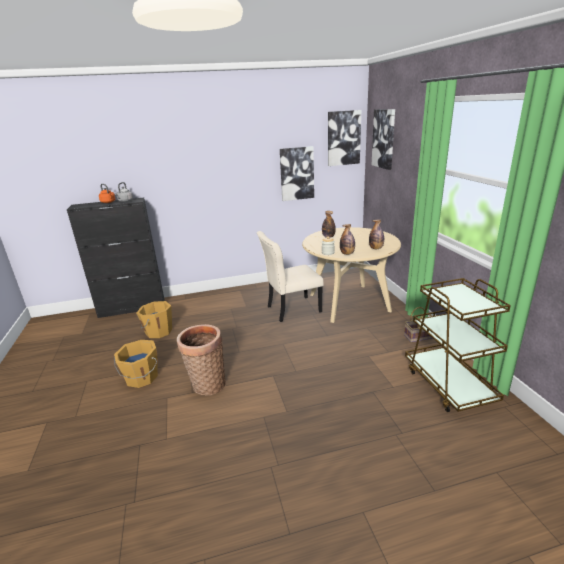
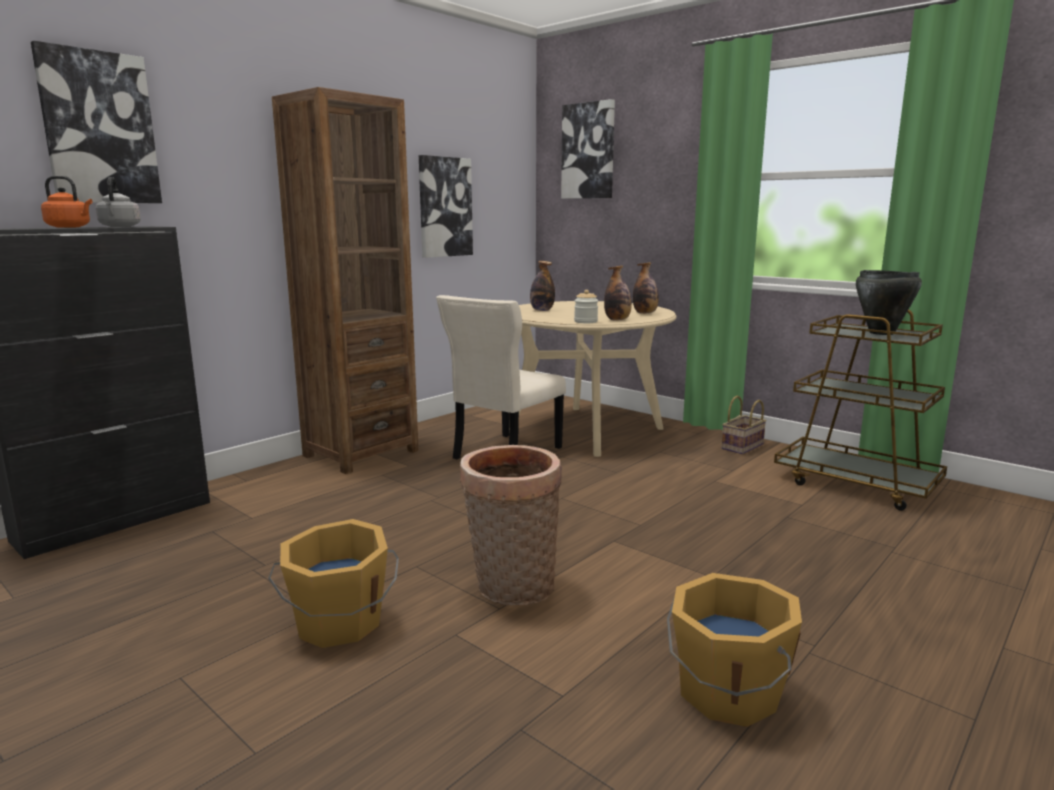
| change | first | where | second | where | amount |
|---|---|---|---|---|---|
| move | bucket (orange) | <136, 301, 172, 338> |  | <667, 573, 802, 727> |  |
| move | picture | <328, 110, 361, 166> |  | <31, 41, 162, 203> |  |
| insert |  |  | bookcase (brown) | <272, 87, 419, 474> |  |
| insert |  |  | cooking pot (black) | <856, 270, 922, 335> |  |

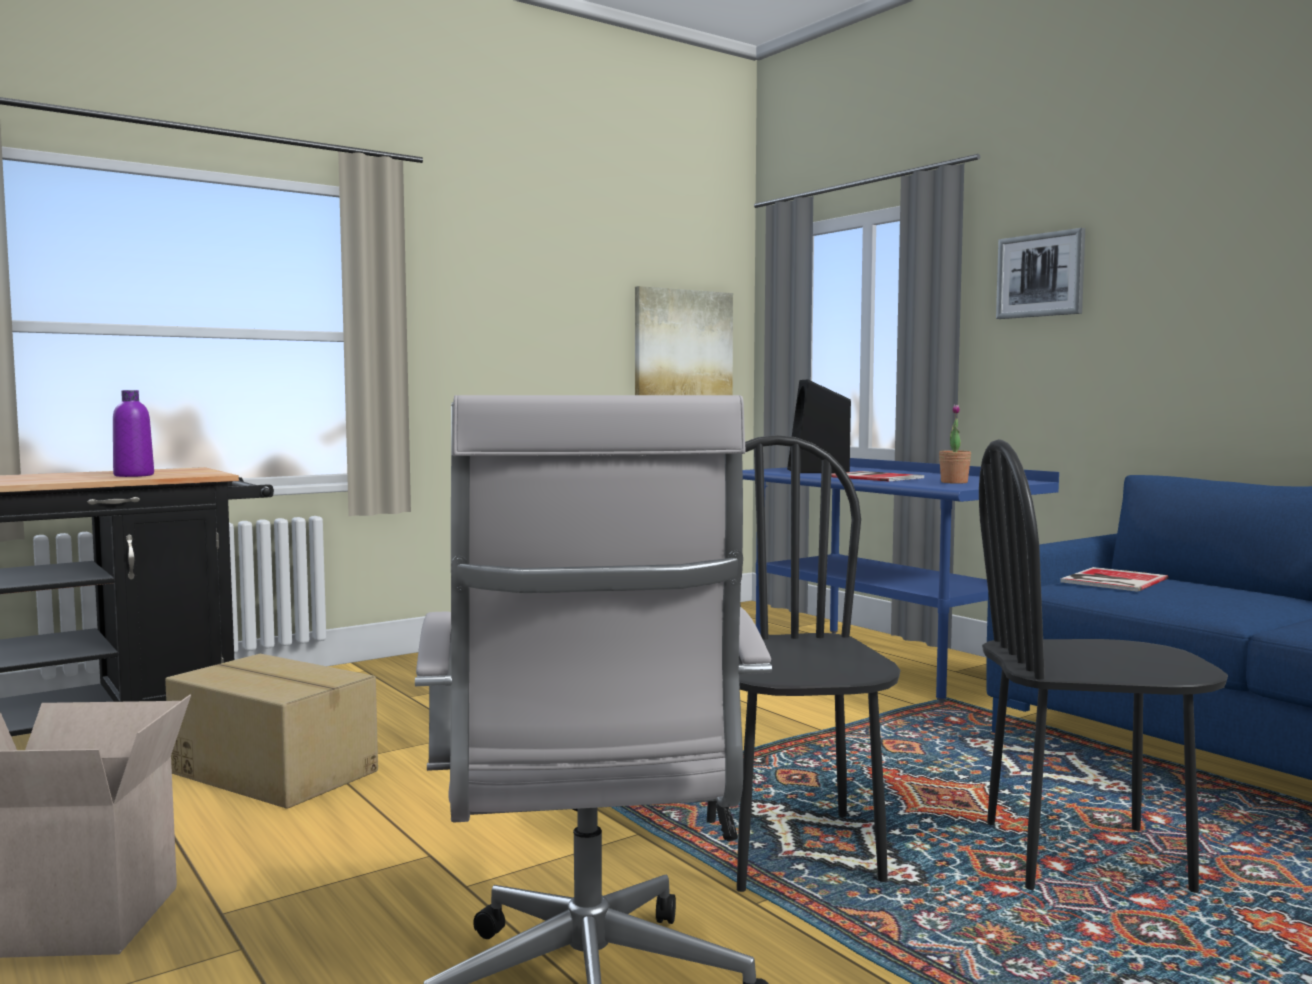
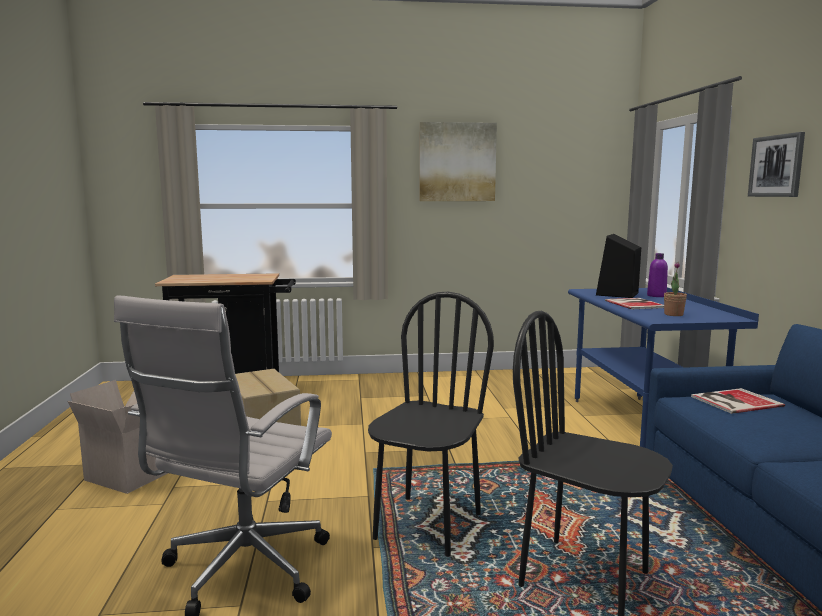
| change | first | where | second | where | amount |
|---|---|---|---|---|---|
| move | bottle (purple) | <113, 390, 154, 477> |  | <647, 253, 668, 297> |  |
| move | picture | <635, 286, 733, 395> |  | <419, 122, 497, 201> |  |

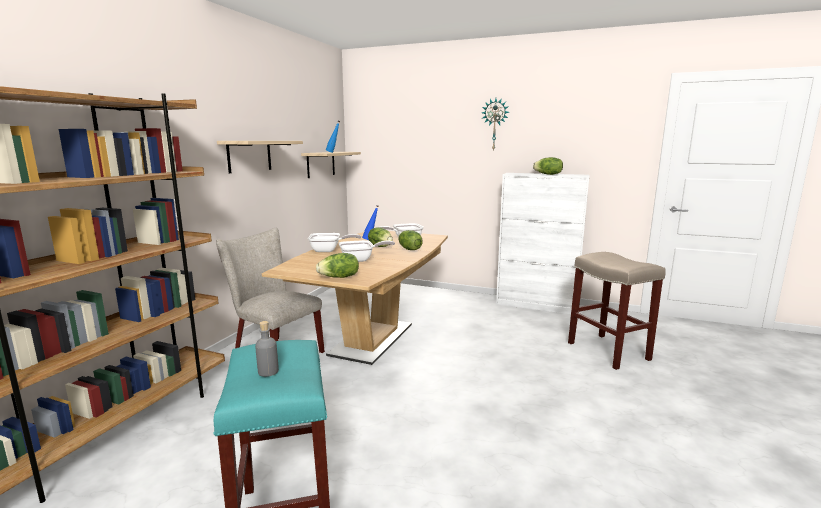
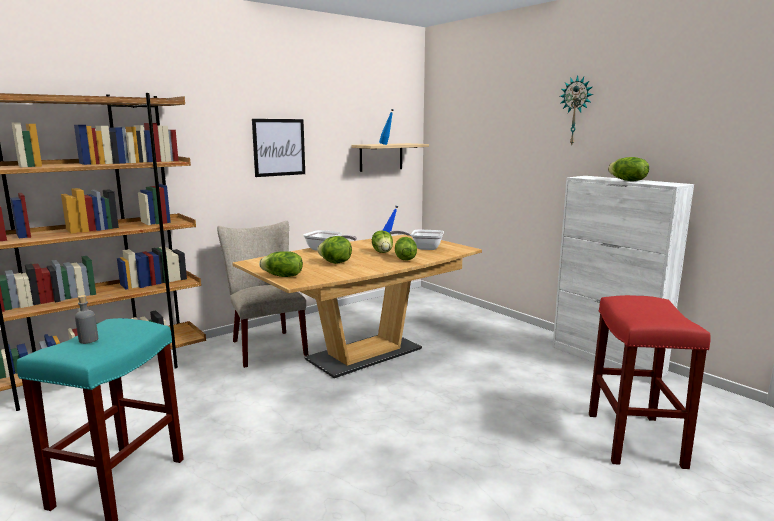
| change | first | where | second | where | amount |
|---|---|---|---|---|---|
| replace | shelf | <217, 141, 303, 173> | picture | <252, 119, 305, 177> |  |
| replace | frying pan | <338, 240, 395, 262> | lettuce | <317, 236, 352, 264> |  |
| recolor | stool (beige) | <568, 252, 666, 370> | stool (red) | <589, 295, 711, 469> |  |

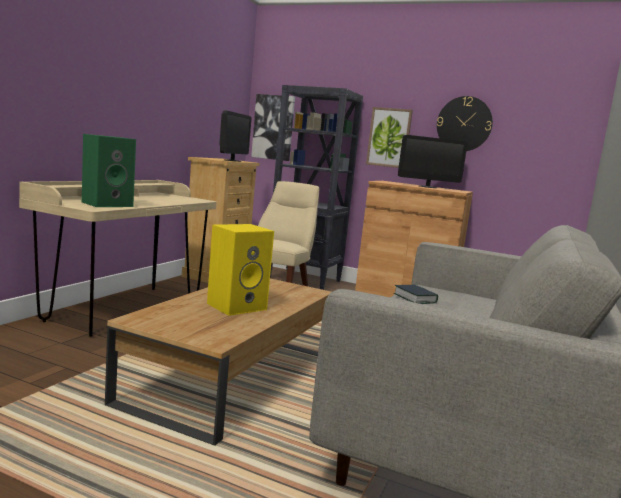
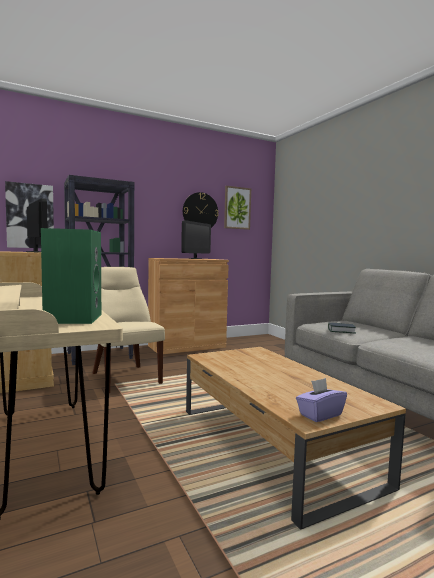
| change | first | where | second | where | amount |
|---|---|---|---|---|---|
| delete | speaker (yellow) | <207, 224, 274, 316> |  |  |  |
| move | picture | <366, 107, 413, 168> |  | <224, 186, 251, 230> |  |
| insert |  |  | tissue box (purple) | <296, 378, 347, 422> |  |

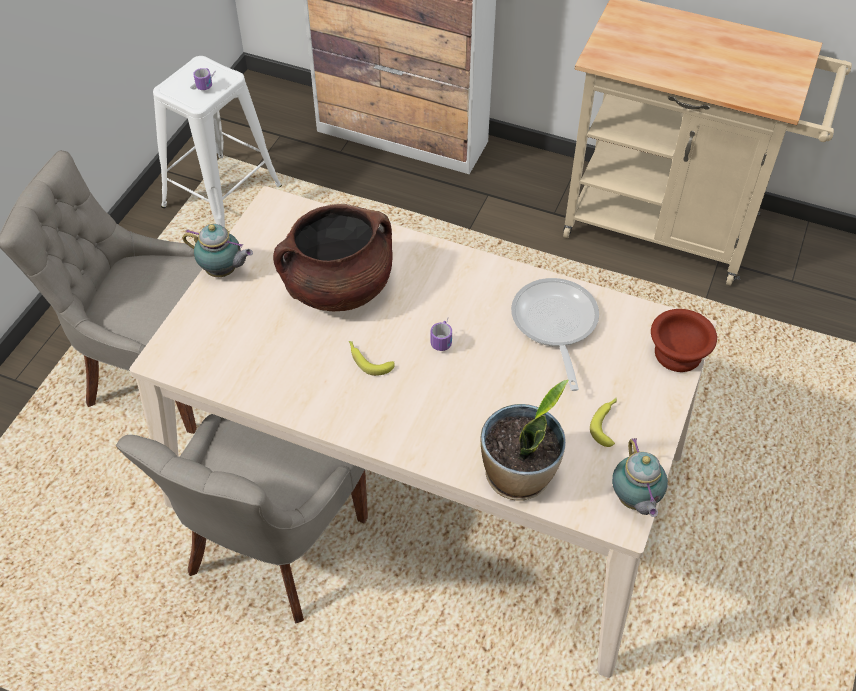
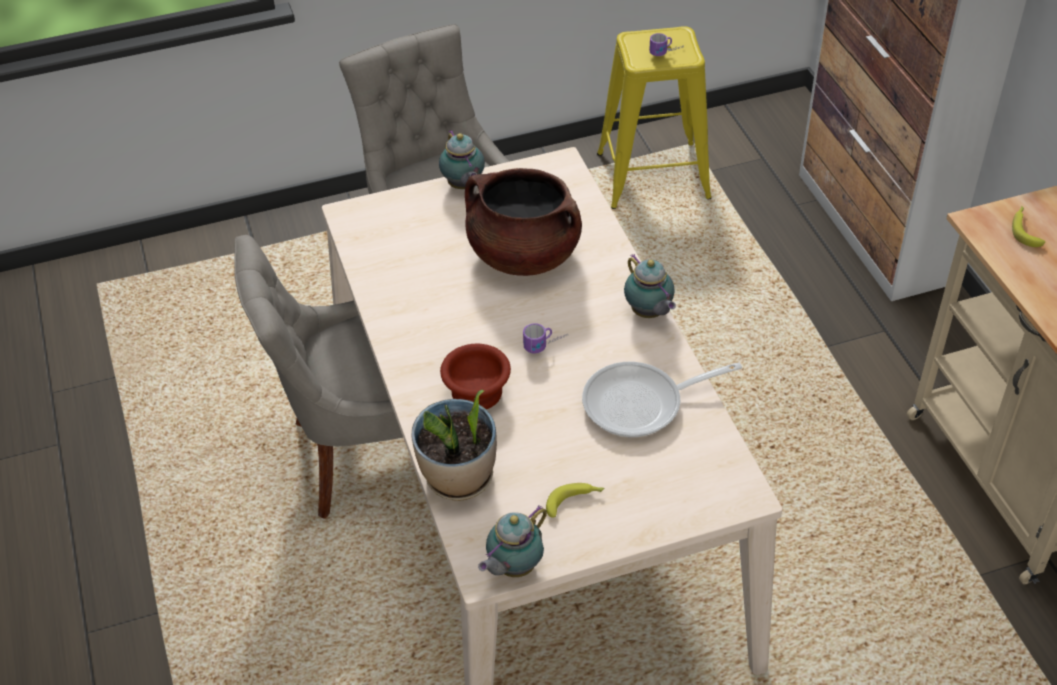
| change | first | where | second | where | amount |
|---|---|---|---|---|---|
| recolor | stool (white) | <153, 56, 282, 228> | stool (yellow) | <597, 26, 711, 209> |  |
| move | banana | <349, 341, 395, 376> |  | <1012, 206, 1046, 247> |  |
| rotate | frying pan | <511, 278, 599, 391> |  | <582, 362, 742, 437> | 150 degrees counterclockwise |
| move | bowl (brown) | <651, 309, 717, 372> |  | <440, 344, 511, 409> |  |
| insert |  |  | teapot | <624, 254, 676, 318> |  |

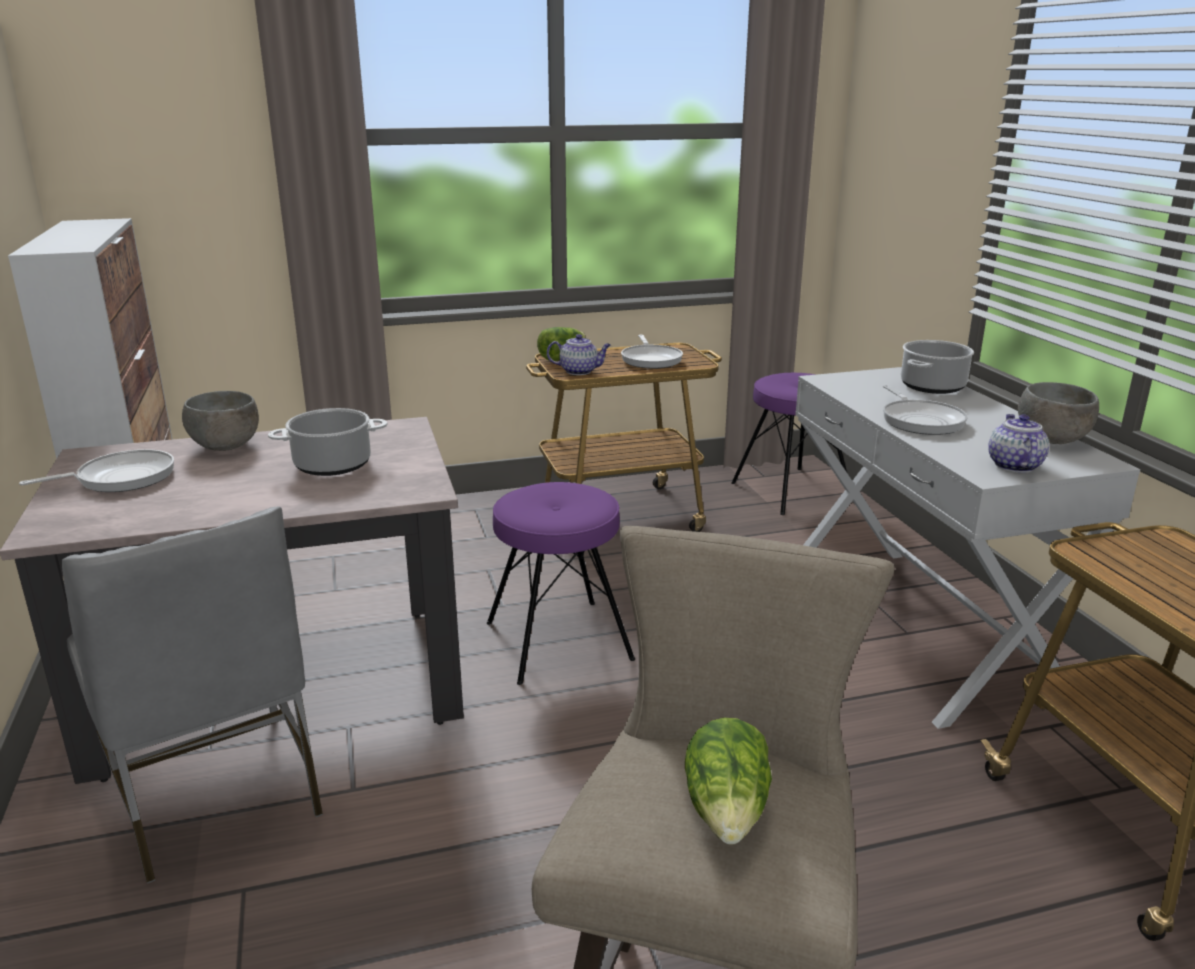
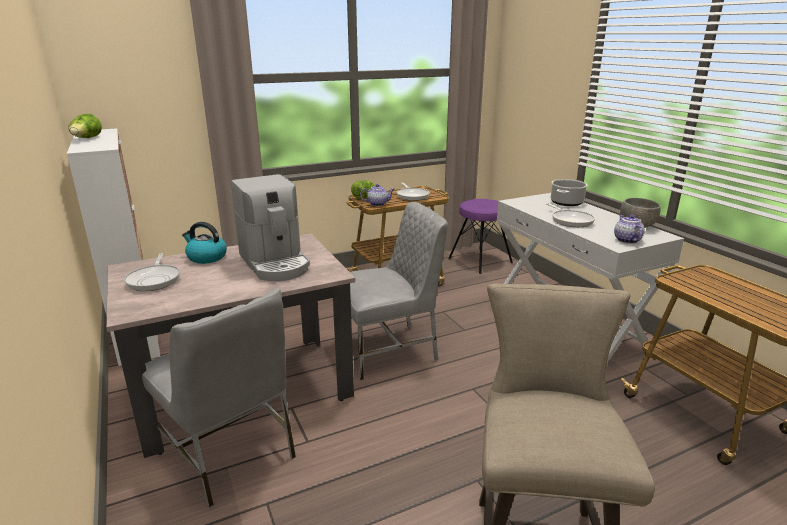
| change | first | where | second | where | amount |
|---|---|---|---|---|---|
| rotate | frying pan | <19, 449, 174, 492> |  | <124, 253, 180, 291> | 120 degrees clockwise |
| replace | bowl (grey) | <182, 391, 259, 451> | kettle | <182, 222, 227, 264> |  |
| replace | cooking pot | <268, 408, 387, 476> | coffee machine | <231, 174, 310, 281> |  |
| replace | stool (purple) | <487, 482, 635, 685> | chair (grey) | <350, 202, 448, 381> |  |
| move | lettuce | <685, 718, 772, 845> |  | <69, 114, 102, 138> |  |

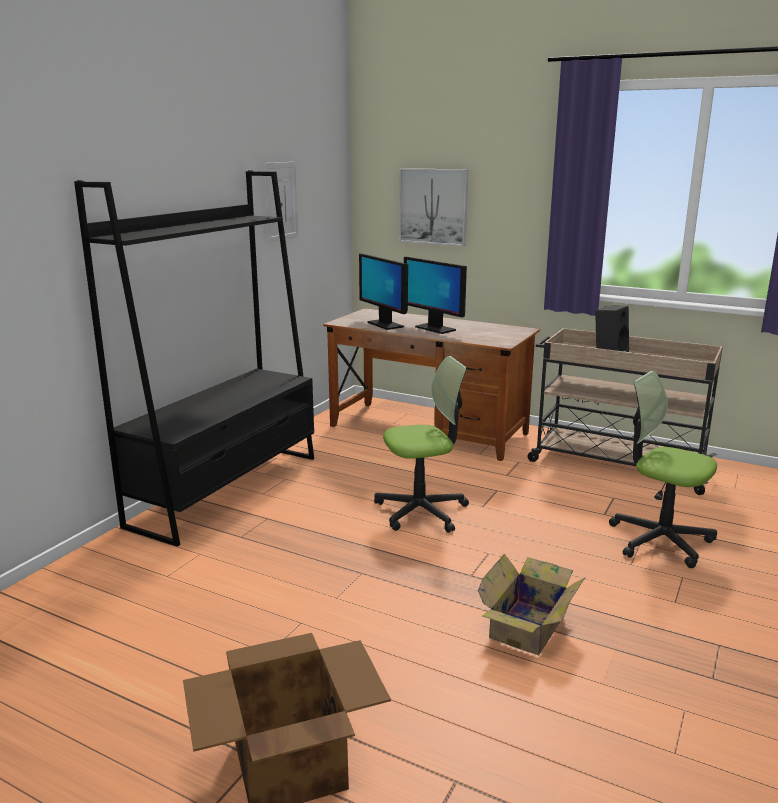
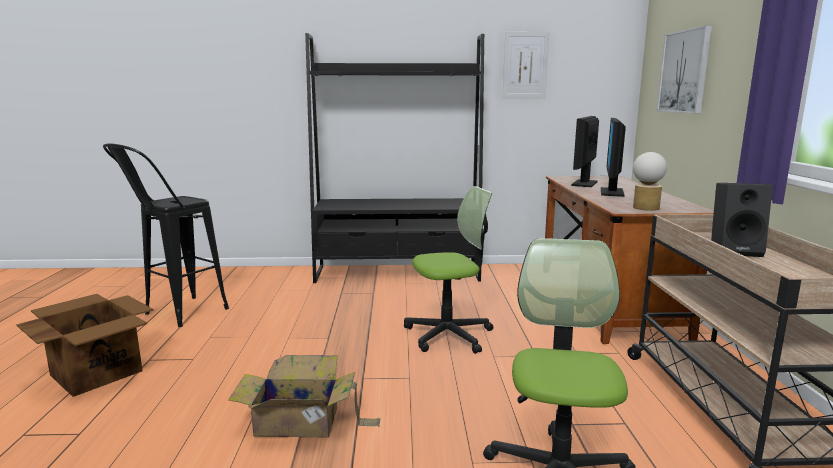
| change | first | where | second | where | amount |
|---|---|---|---|---|---|
| rotate | office chair | <374, 356, 469, 533> |  | <404, 186, 493, 354> | 60 degrees counterclockwise |
| insert |  |  | stool (black) | <103, 143, 229, 327> |  |
| insert |  |  | table lamp | <633, 152, 667, 211> |  |

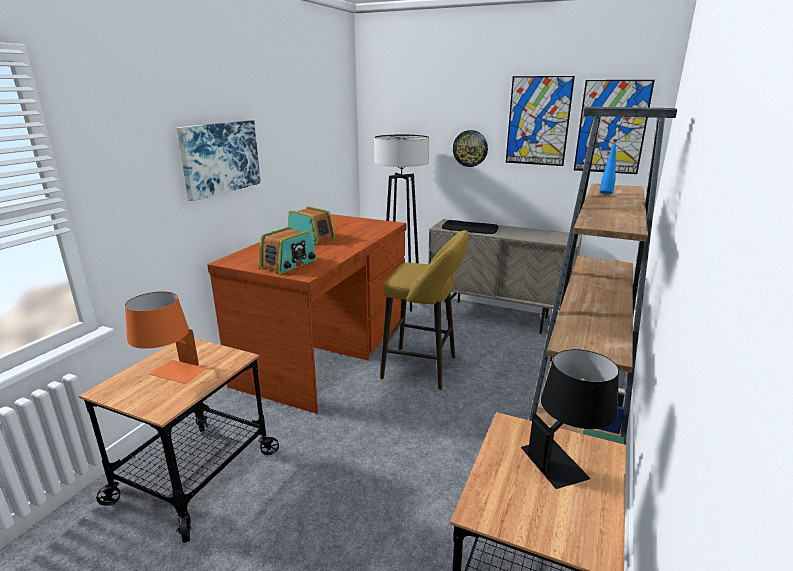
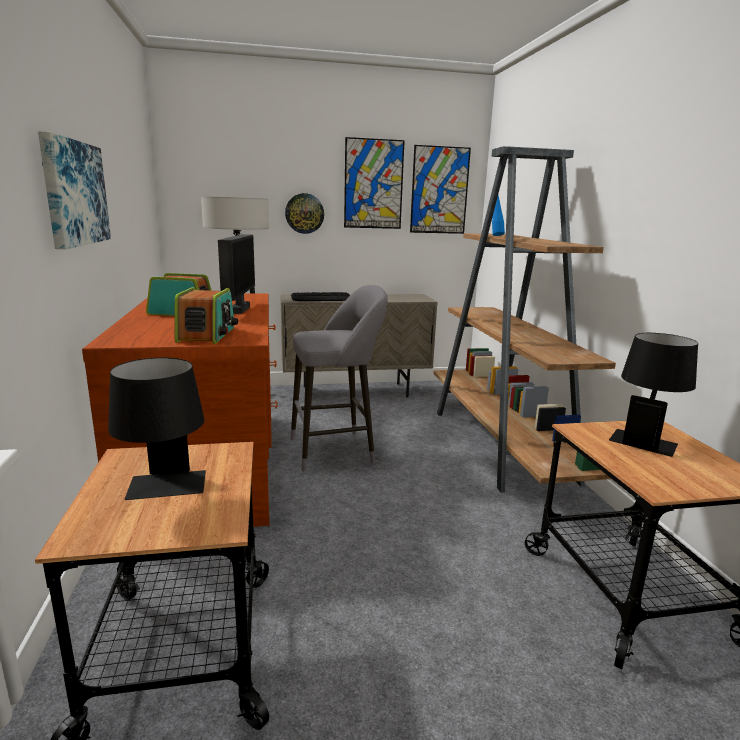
| change | first | where | second | where | amount |
|---|---|---|---|---|---|
| recolor | table lamp (orange) | <125, 292, 207, 384> | table lamp (black) | <108, 358, 206, 500> |  |
| recolor | stool (yellow) | <380, 230, 469, 390> | stool (grey) | <291, 285, 388, 471> |  |
| insert |  |  | monitor | <218, 234, 255, 314> |  |

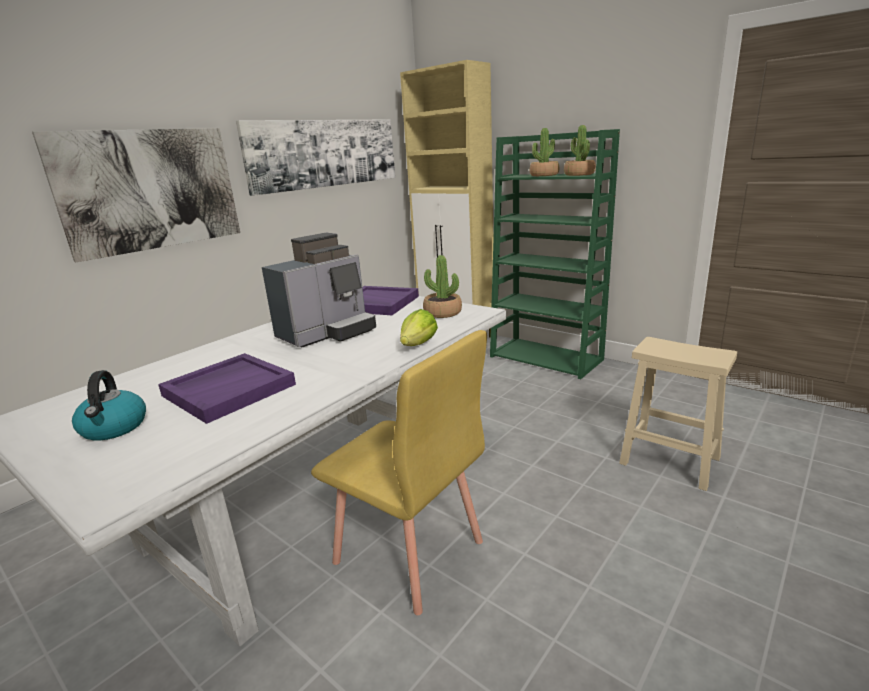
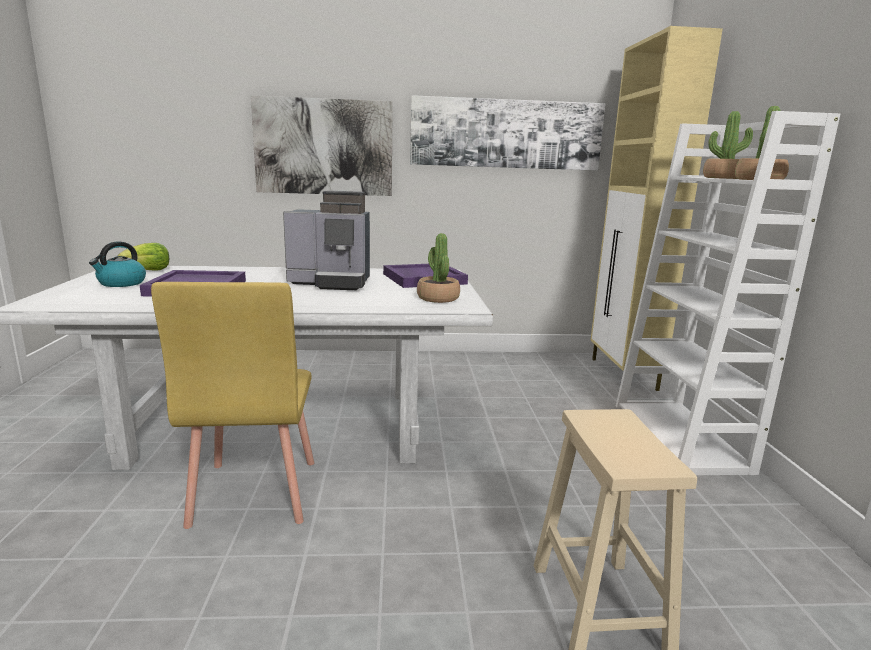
| change | first | where | second | where | amount |
|---|---|---|---|---|---|
| move | lettuce | <400, 309, 438, 346> |  | <118, 243, 169, 271> |  |
| recolor | bookcase (green) | <490, 129, 620, 379> | bookcase (white) | <616, 111, 840, 475> |  |

